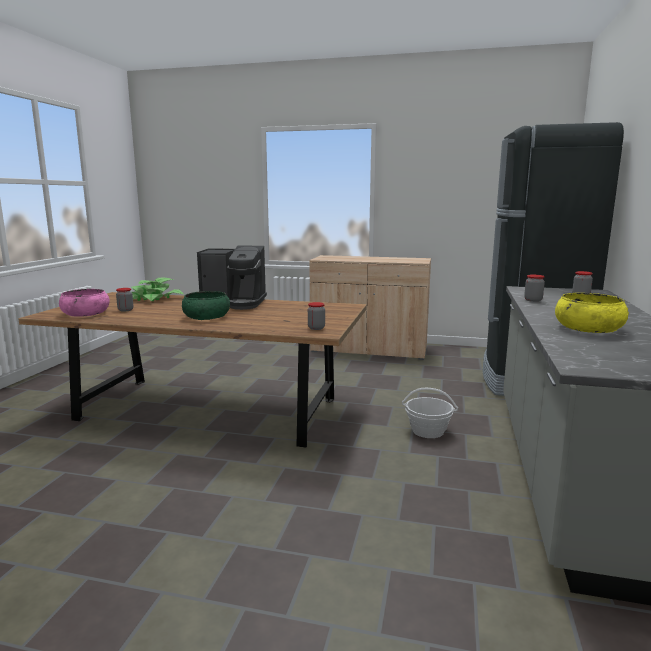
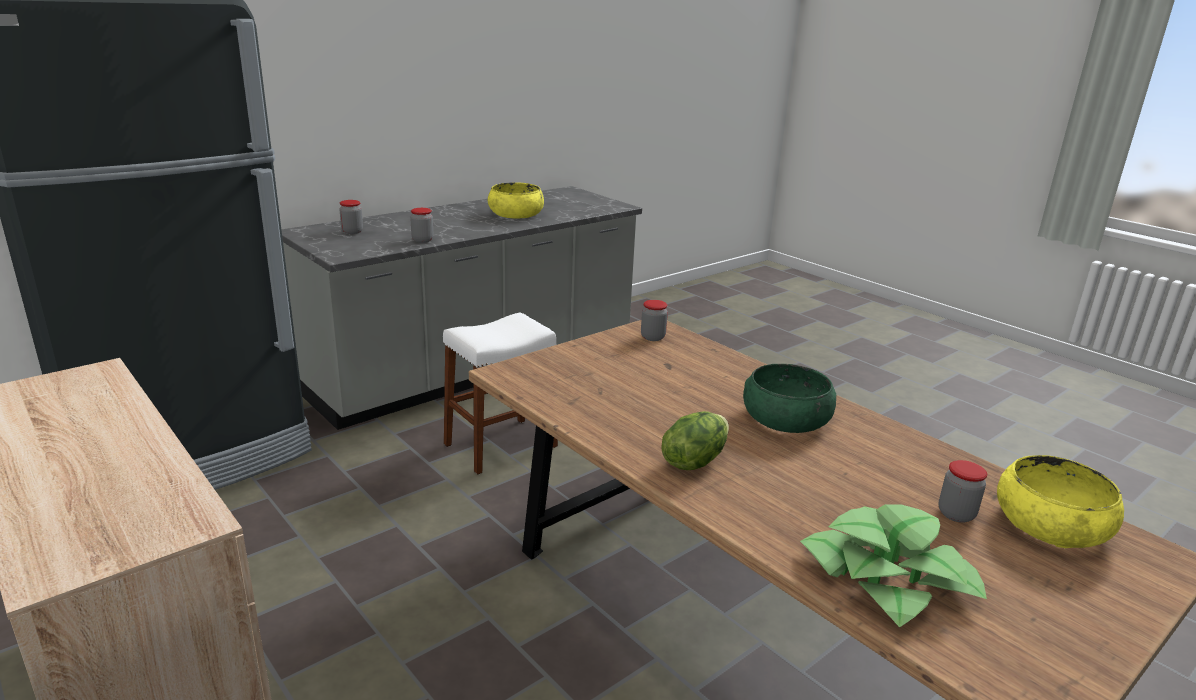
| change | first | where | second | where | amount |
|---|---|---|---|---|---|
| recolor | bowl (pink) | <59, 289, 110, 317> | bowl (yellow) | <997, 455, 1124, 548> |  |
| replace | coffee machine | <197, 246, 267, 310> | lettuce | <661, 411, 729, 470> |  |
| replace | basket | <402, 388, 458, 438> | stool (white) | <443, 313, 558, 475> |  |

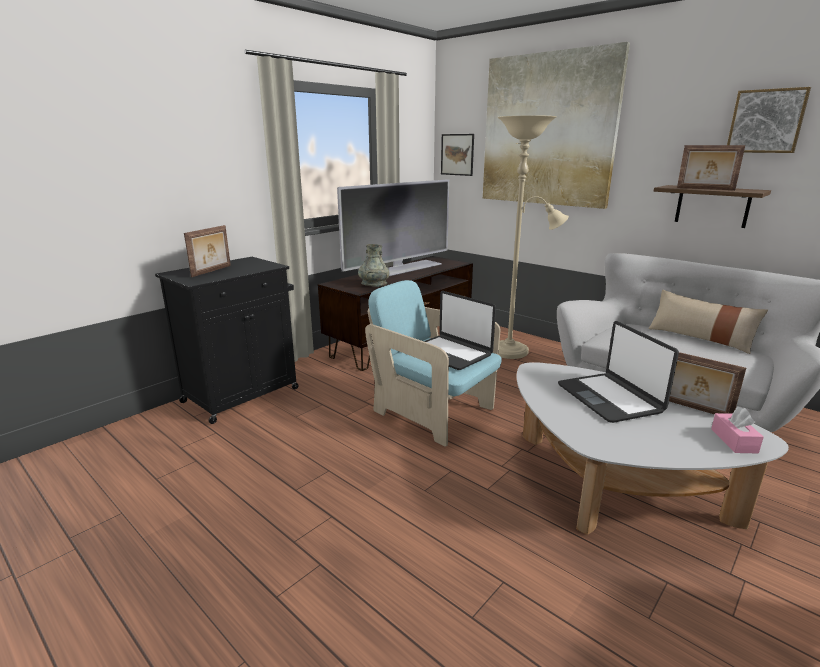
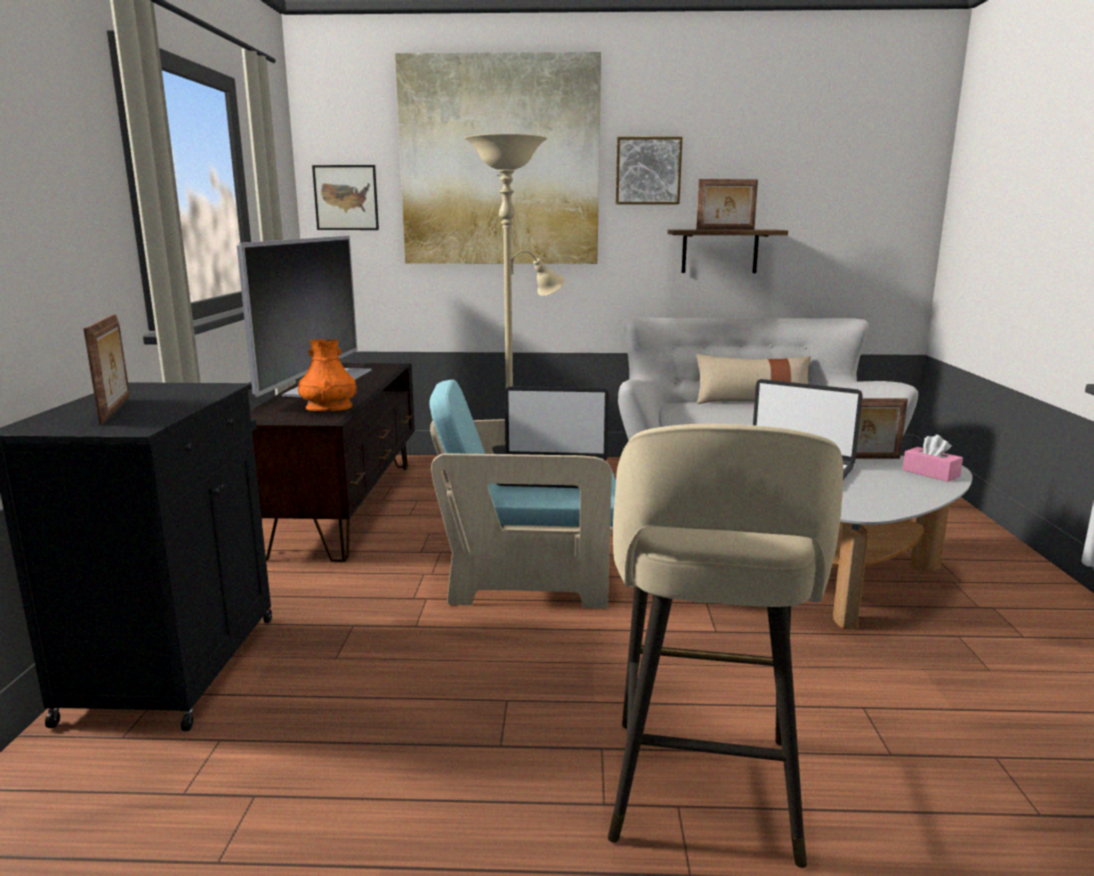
| change | first | where | second | where | amount |
|---|---|---|---|---|---|
| recolor | vase (grey) | <358, 244, 390, 287> | vase (orange) | <298, 339, 357, 411> |  |
| move | picture | <727, 87, 811, 153> |  | <616, 137, 683, 204> |  |
| insert |  |  | stool (beige) | <608, 424, 843, 868> |  |

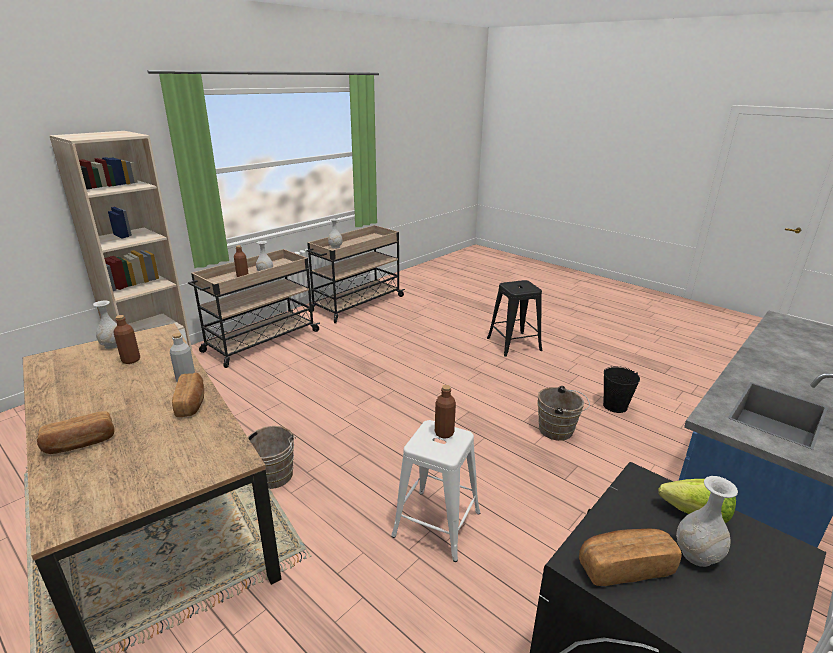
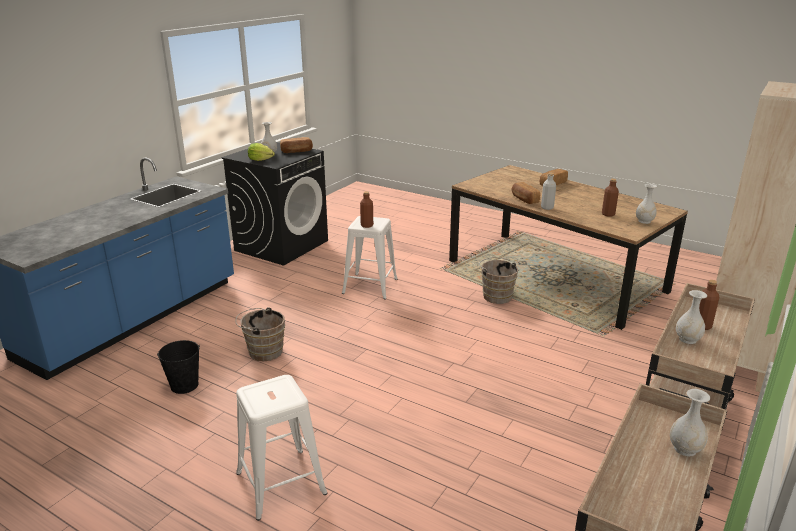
| change | first | where | second | where | amount |
|---|---|---|---|---|---|
| recolor | stool (black) | <487, 280, 542, 357> | stool (white) | <236, 375, 327, 521> |  |

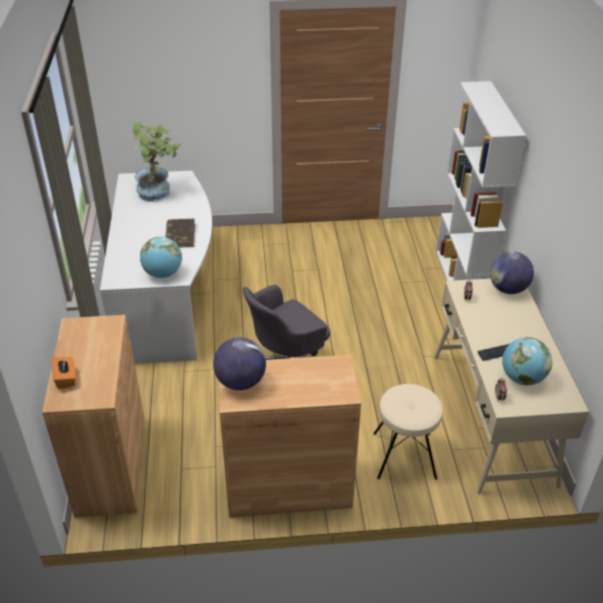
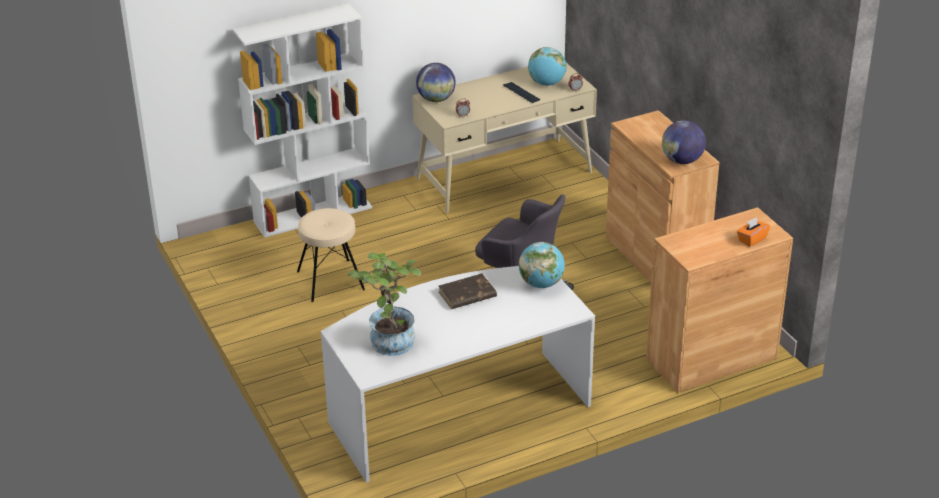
| change | first | where | second | where | amount |
|---|---|---|---|---|---|
| move | stool (beige) | <373, 384, 443, 480> |  | <297, 208, 365, 302> |  |

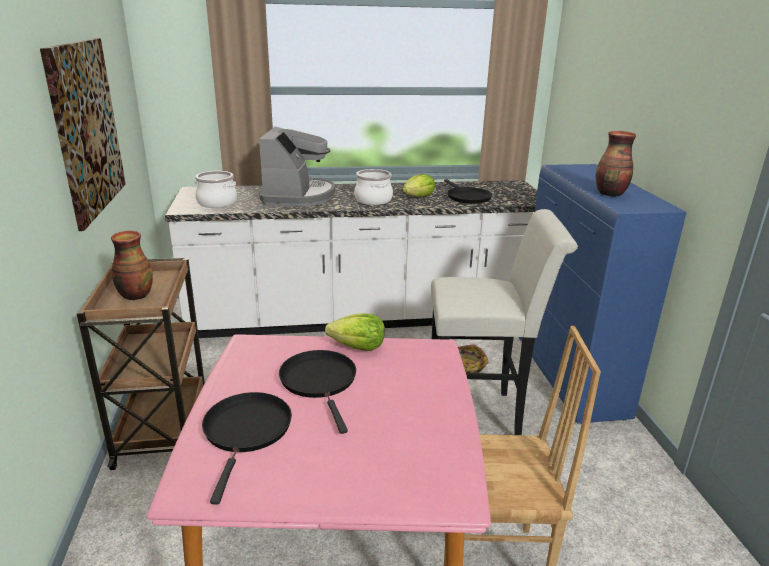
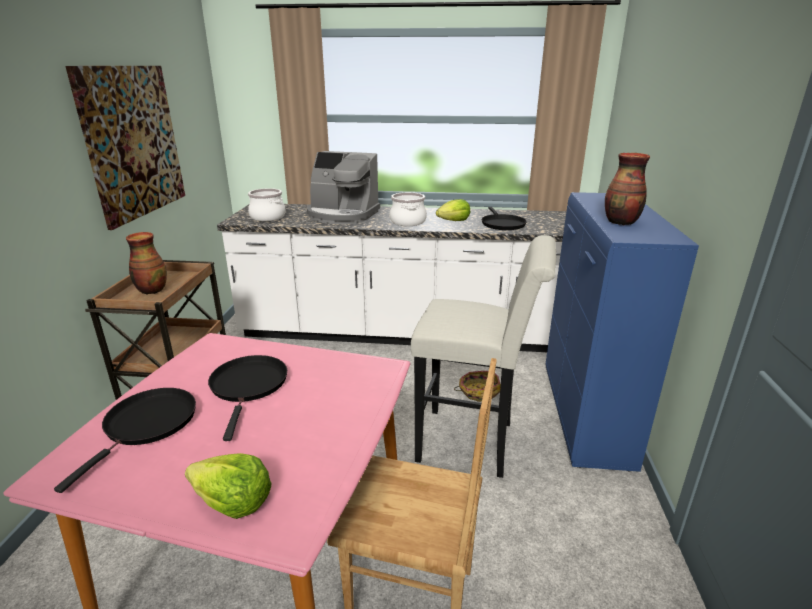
| change | first | where | second | where | amount |
|---|---|---|---|---|---|
| rotate | coffee machine | <259, 126, 335, 207> |  | <307, 151, 380, 224> | 90 degrees clockwise |
| move | lettuce | <325, 313, 385, 351> |  | <185, 453, 272, 519> |  |

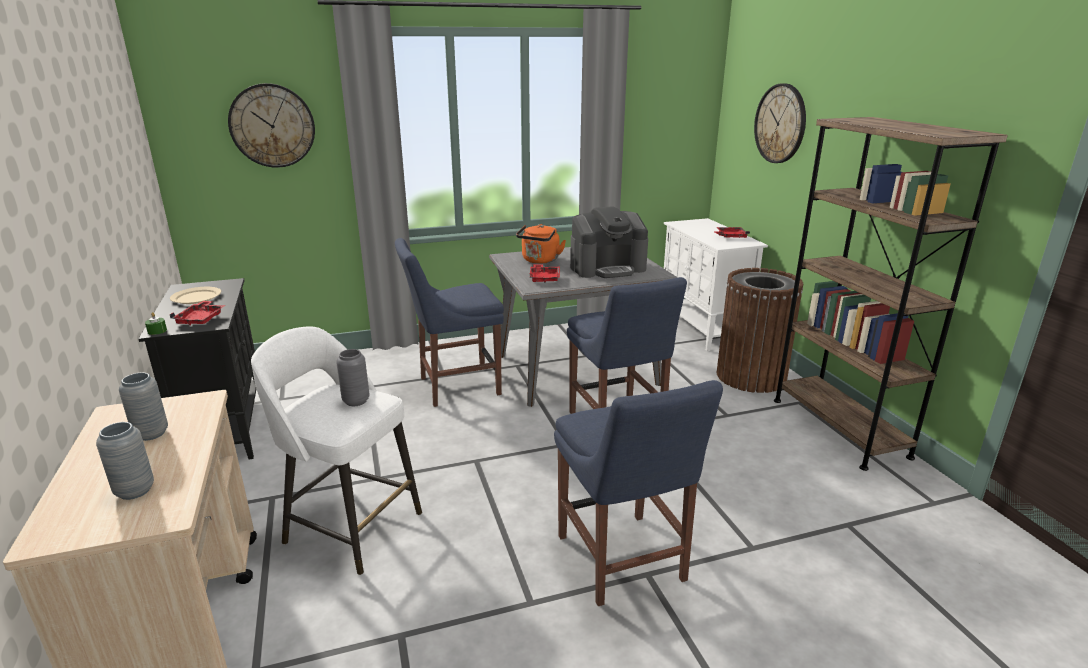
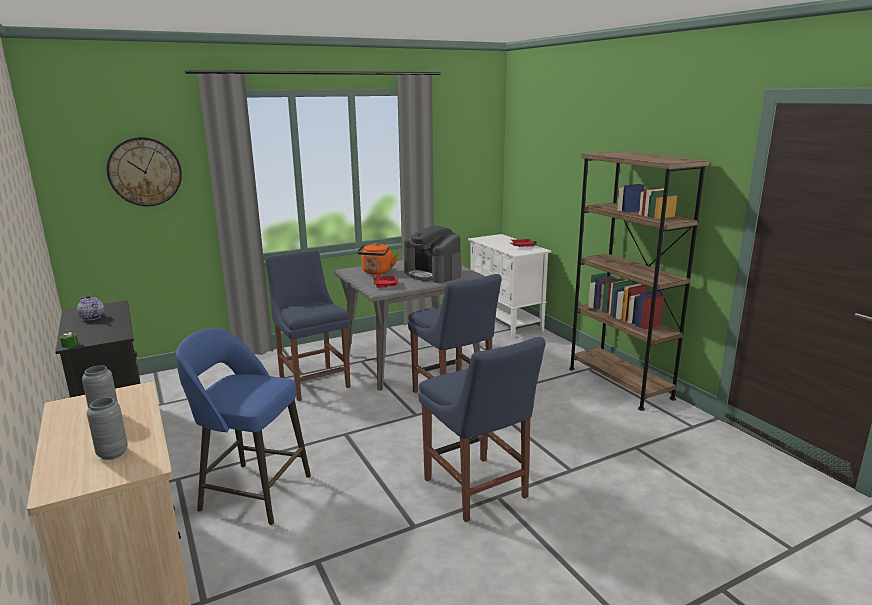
| change | first | where | second | where | amount |
|---|---|---|---|---|---|
| replace | plate (beige) | <170, 287, 221, 304> | teapot | <77, 295, 104, 321> |  |
| delete | tray (red) | <170, 301, 225, 326> |  |  |  |
| recolor | stool (white) | <251, 327, 422, 575> | stool (blue) | <176, 328, 311, 525> |  |
| delete | vase (grey) | <336, 349, 370, 406> |  |  |  |
| rotate | chair (blue) | <395, 238, 504, 407> |  | <265, 250, 350, 401> | 90 degrees clockwise |
| rotate | coffee machine | <570, 206, 648, 278> |  | <404, 226, 461, 283> | 75 degrees clockwise |
| delete | trash can (brown) | <717, 268, 803, 393> |  |  |  |
| delete | wall clock | <754, 84, 806, 163> |  |  |  |

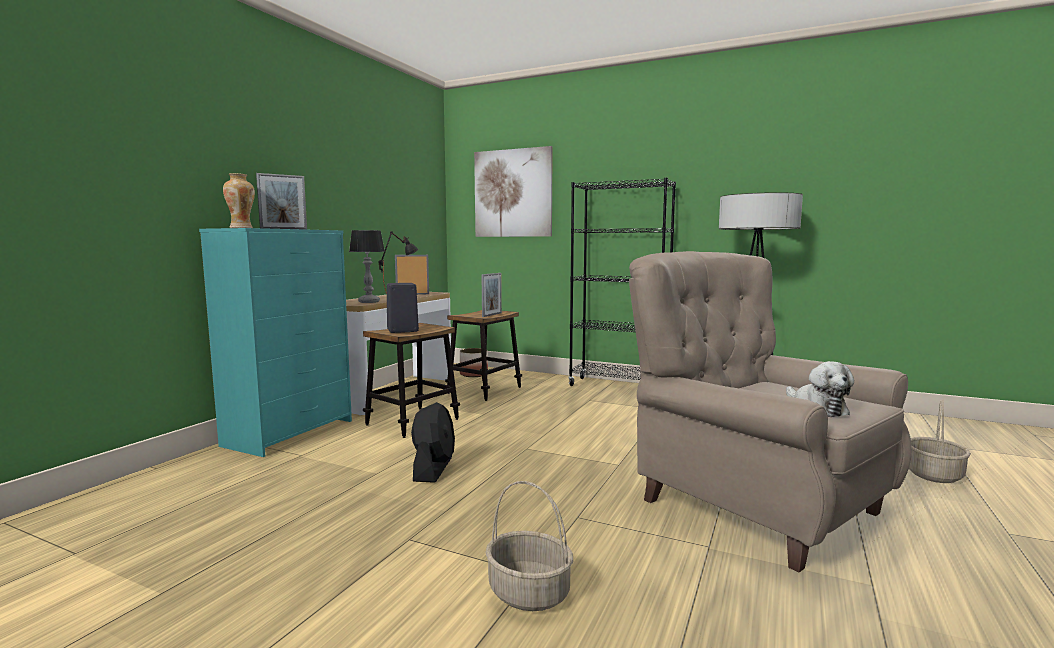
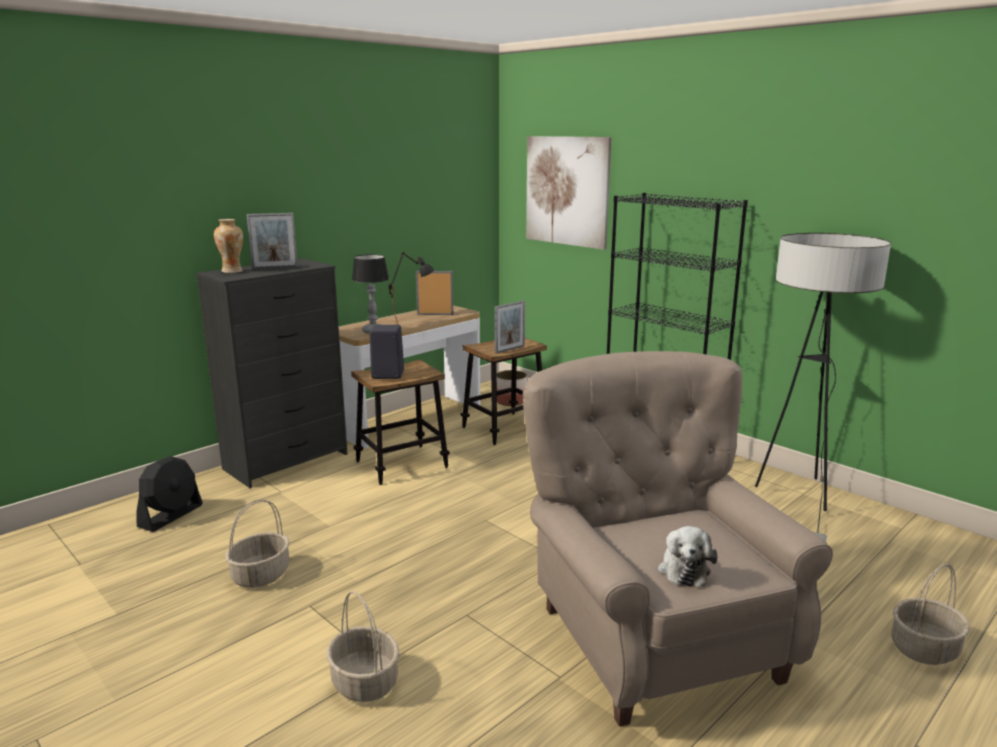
| change | first | where | second | where | amount |
|---|---|---|---|---|---|
| recolor | dresser (turquoise) | <199, 228, 352, 457> | dresser (black) | <196, 259, 348, 488> |  |
| move | fan (black) | <411, 402, 455, 483> |  | <136, 456, 203, 532> |  |
| insert |  |  | basket | <225, 499, 290, 588> |  |

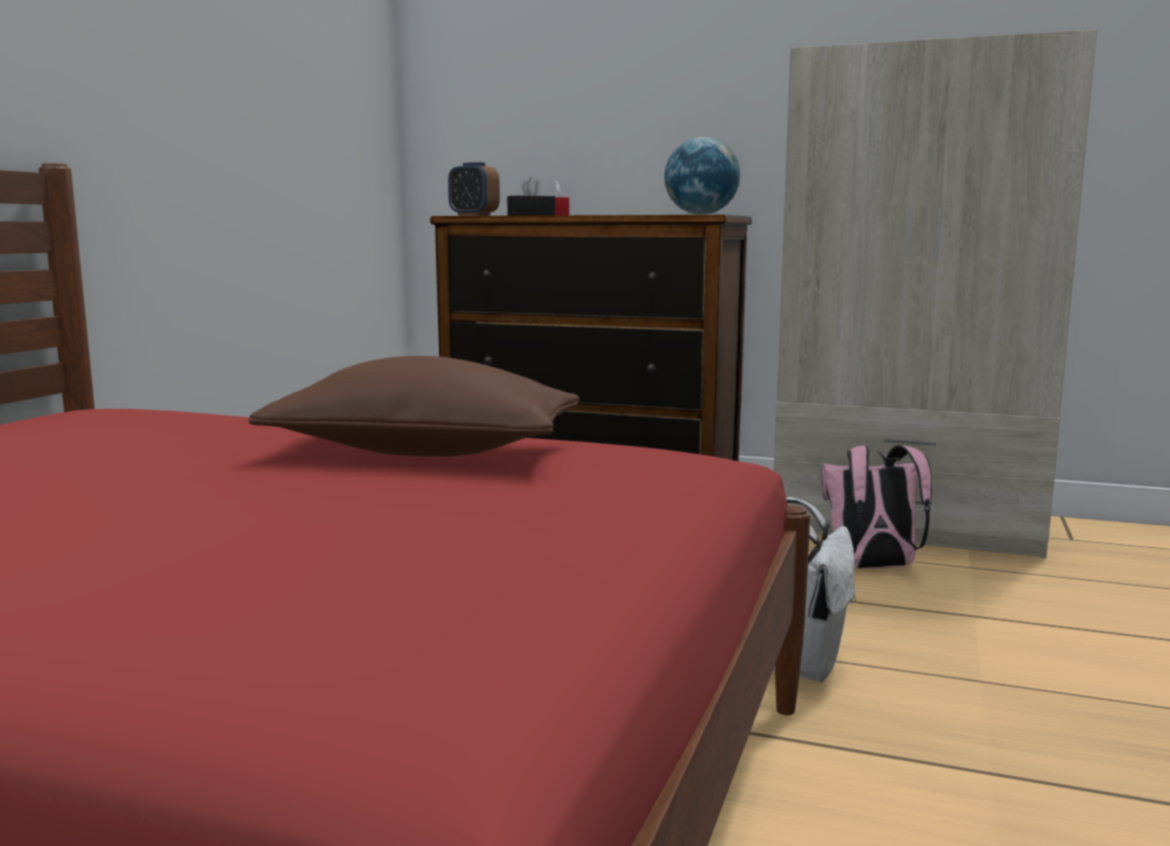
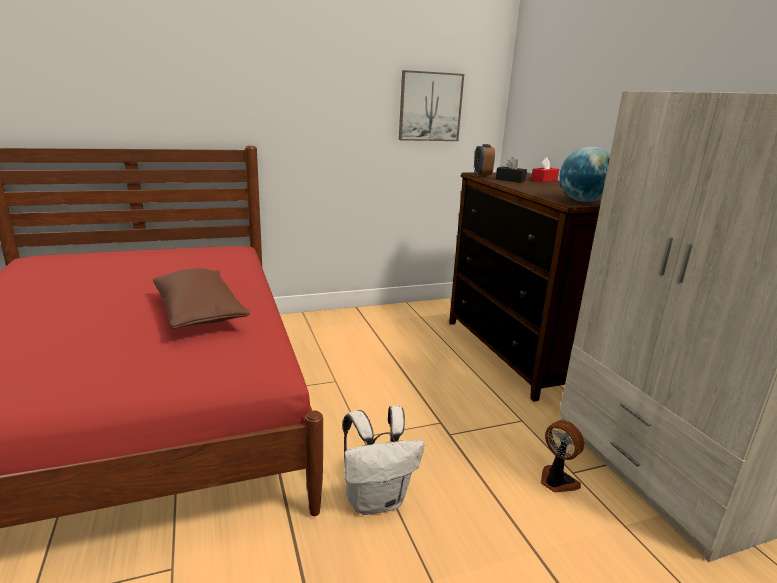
| change | first | where | second | where | amount |
|---|---|---|---|---|---|
| replace | backpack (pink) | <821, 445, 932, 569> | fan | <541, 420, 584, 493> |  |
| insert |  |  | picture | <399, 70, 464, 141> |  |

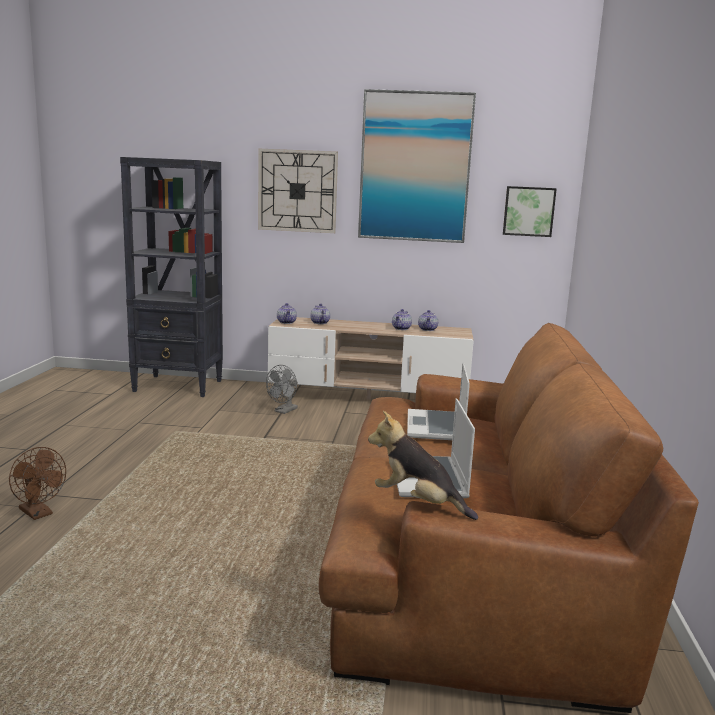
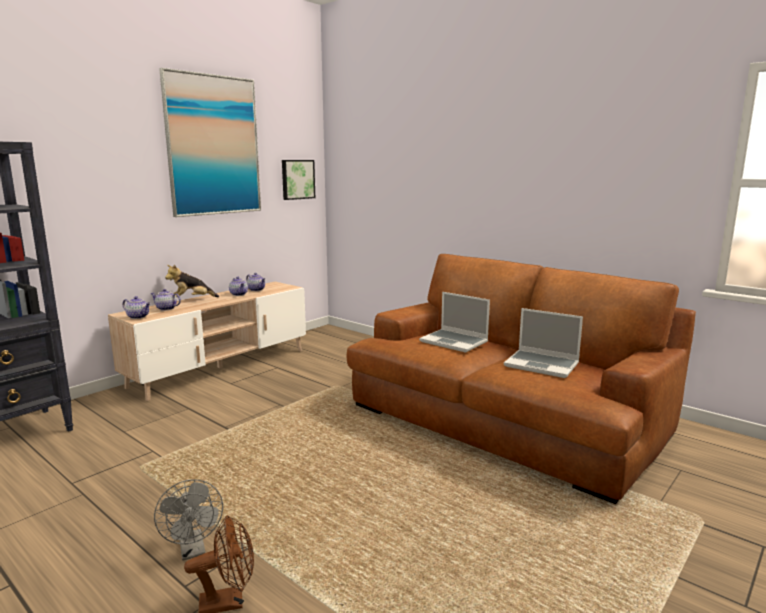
| change | first | where | second | where | amount |
|---|---|---|---|---|---|
| delete | wall clock | <258, 149, 338, 233> |  |  |  |
| move | fan (grey) | <266, 365, 298, 414> |  | <154, 479, 223, 561> |  |
| move | plush toy | <368, 411, 478, 520> |  | <165, 265, 219, 297> |  |

